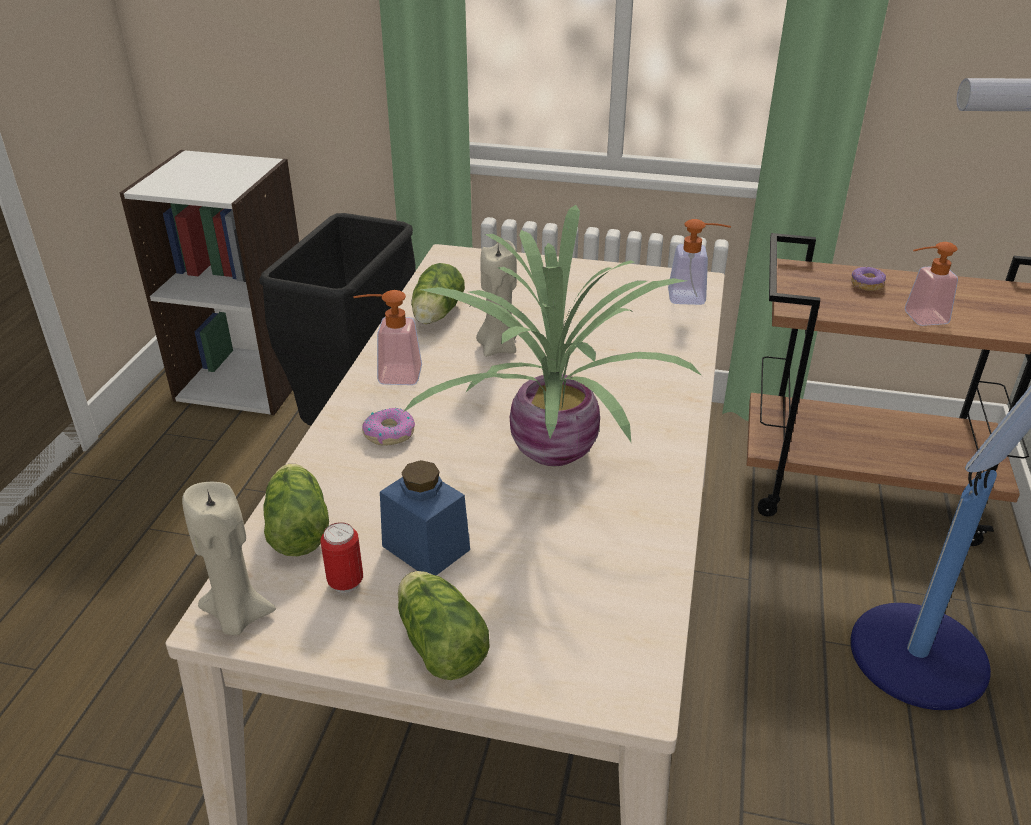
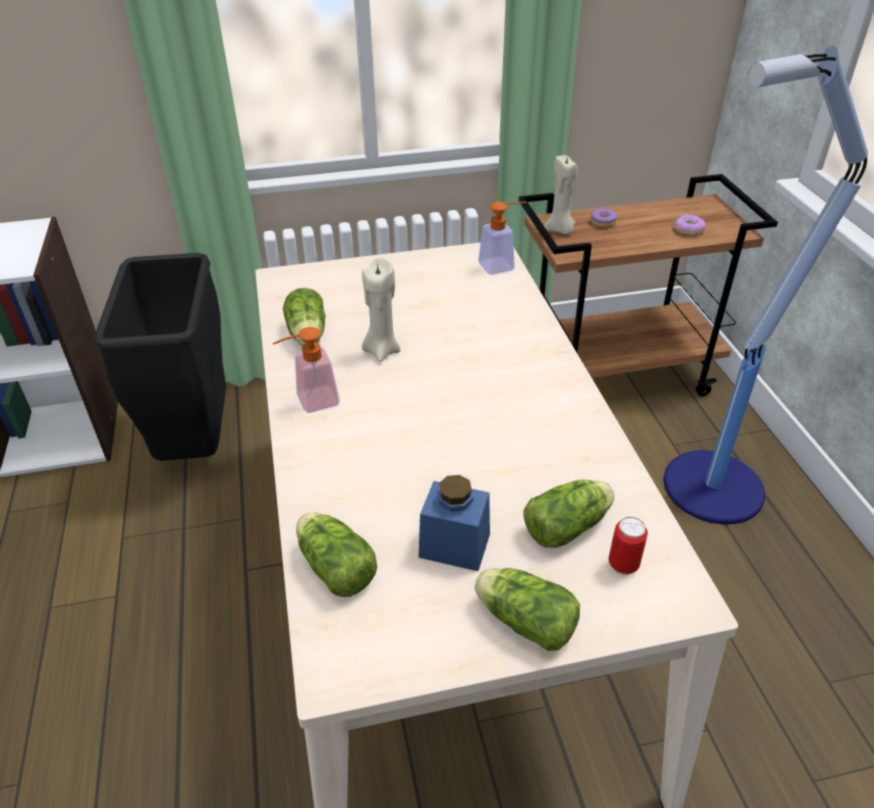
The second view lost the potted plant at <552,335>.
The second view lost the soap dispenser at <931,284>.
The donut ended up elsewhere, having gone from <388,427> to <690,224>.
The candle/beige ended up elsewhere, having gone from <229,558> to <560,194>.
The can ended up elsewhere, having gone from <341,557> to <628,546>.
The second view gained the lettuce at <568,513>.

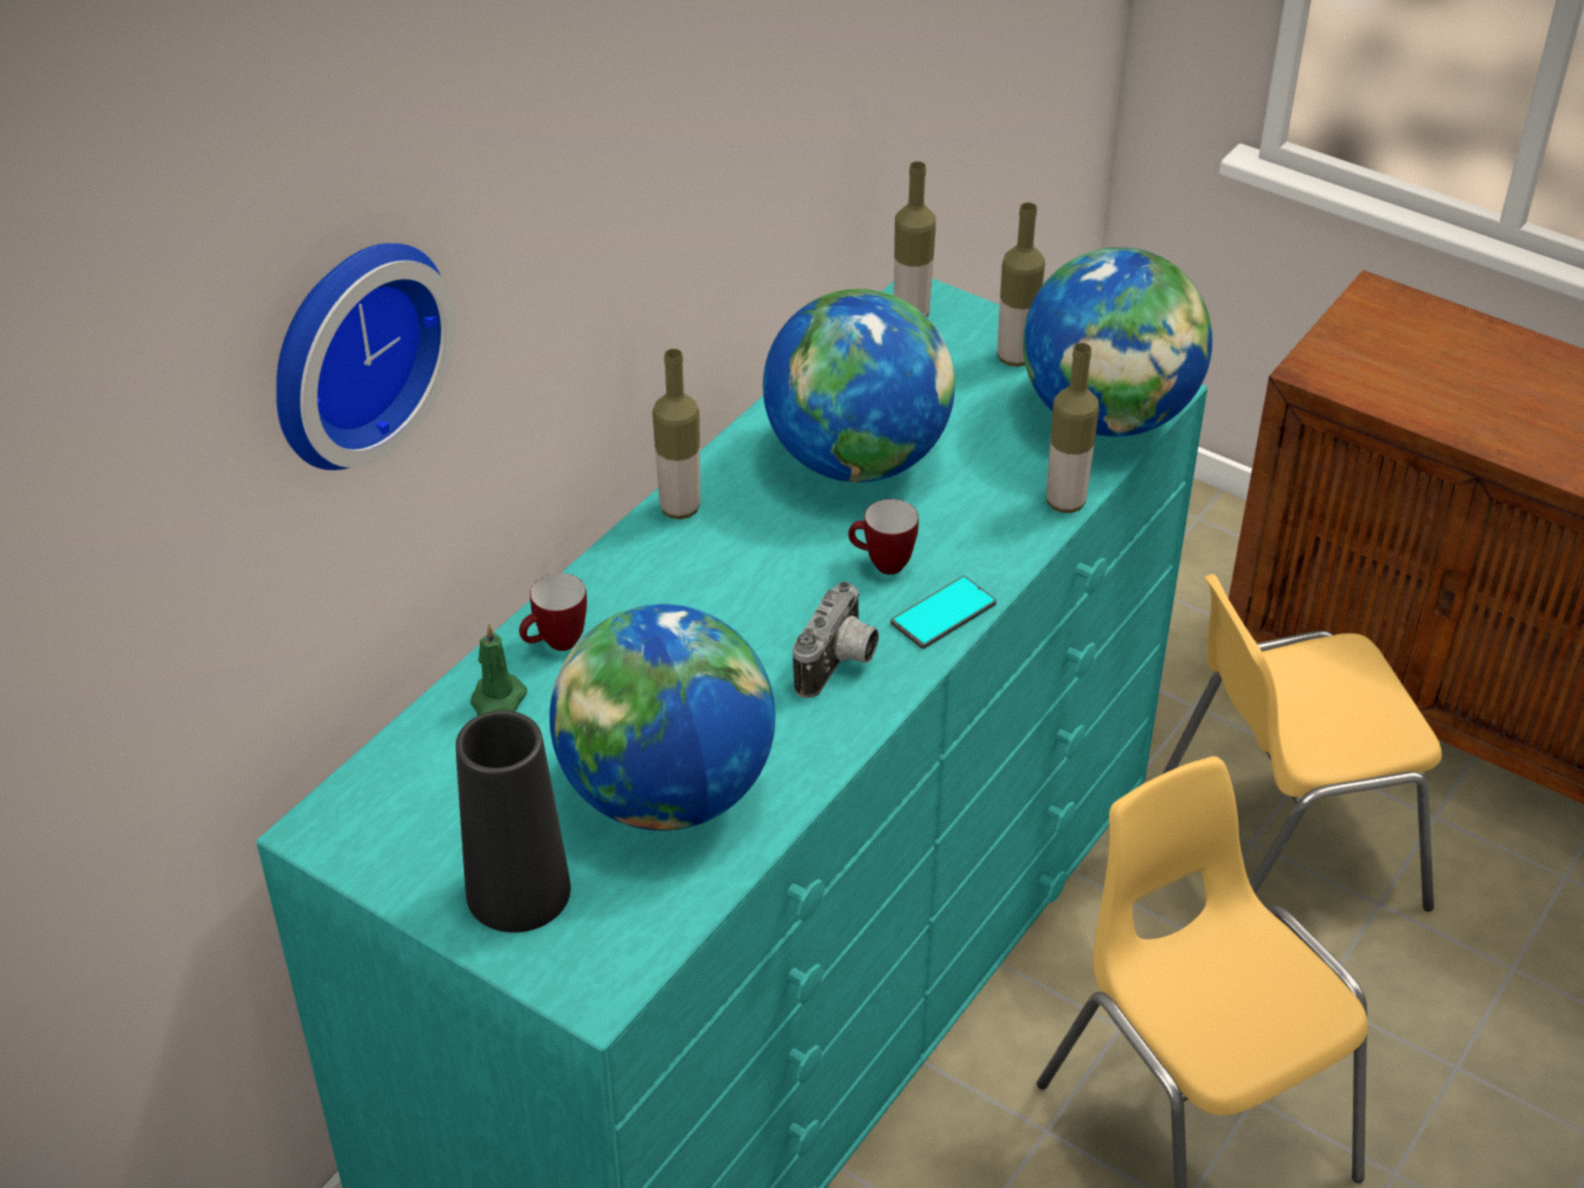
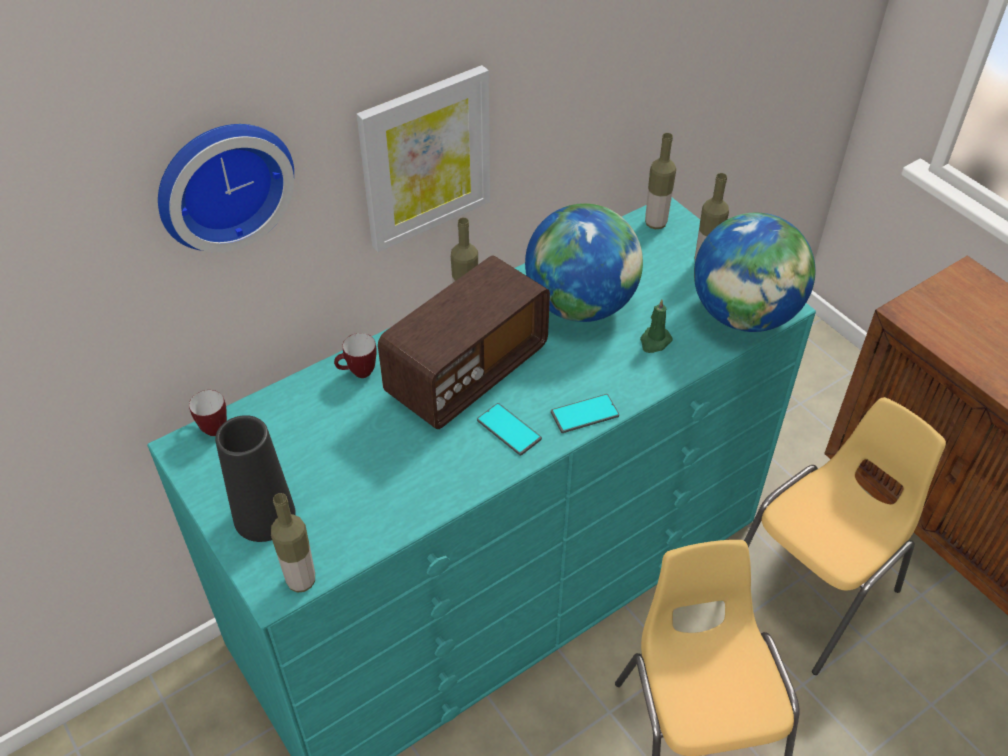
The bottle ended up elsewhere, having gone from <1072,428> to <293,543>.
The mug ended up elsewhere, having gone from <883,537> to <208,413>.
The chair/yellow at <1302,743> ended up facing another way, 135 degrees clockwise from before.
Where the photo camera stood at <836,640>, the phone came to stand at <509,429>.
The second view lost the globe at <662,717>.
The candle/green ended up elsewhere, having gone from <498,670> to <656,326>.
The second view gained the picture at <423,158>.
The second view gained the radio at <464,342>.

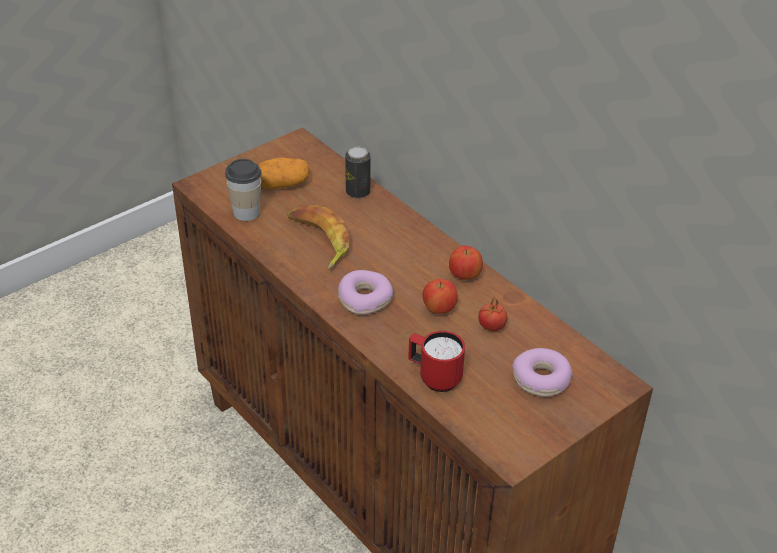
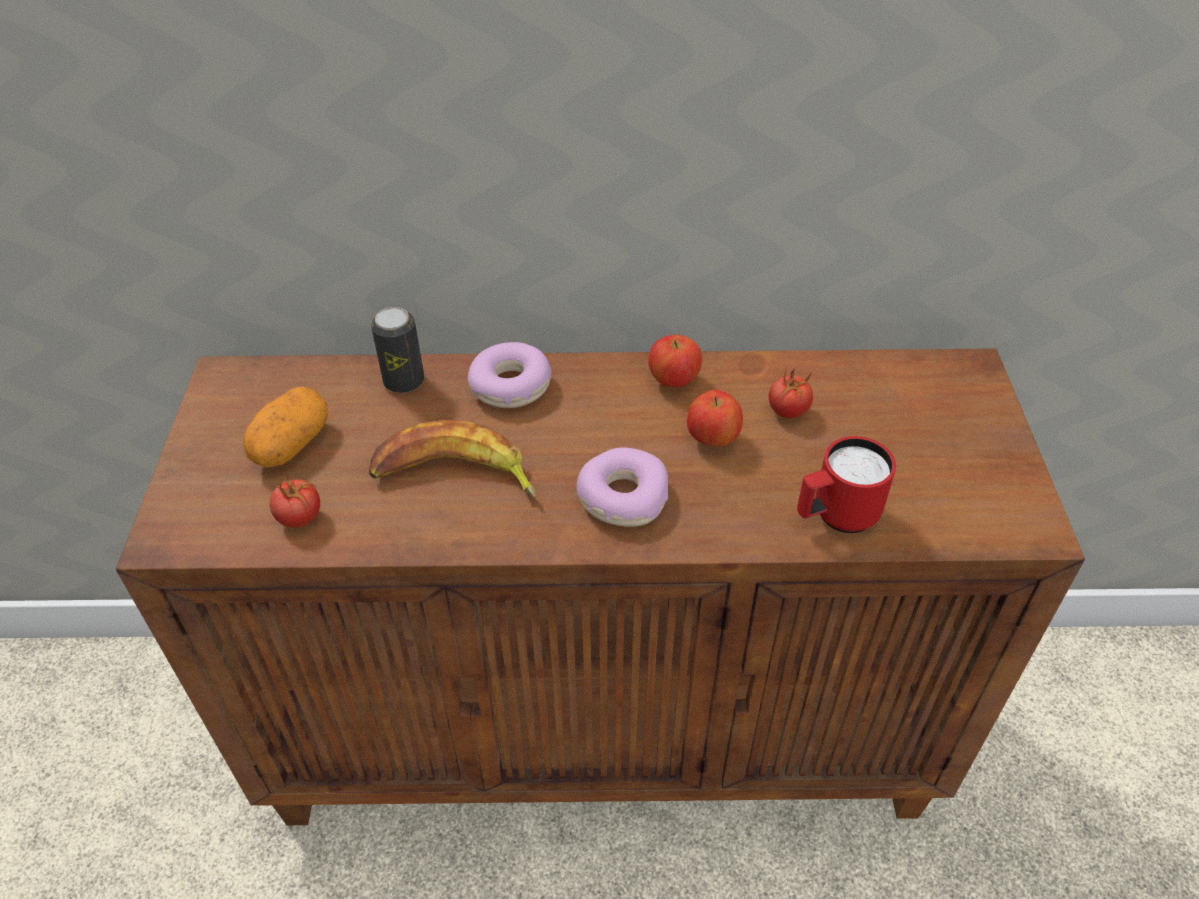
Where the cup stood at <243,190>, the tomato came to stand at <295,498>.
The donut ended up elsewhere, having gone from <542,372> to <510,375>.

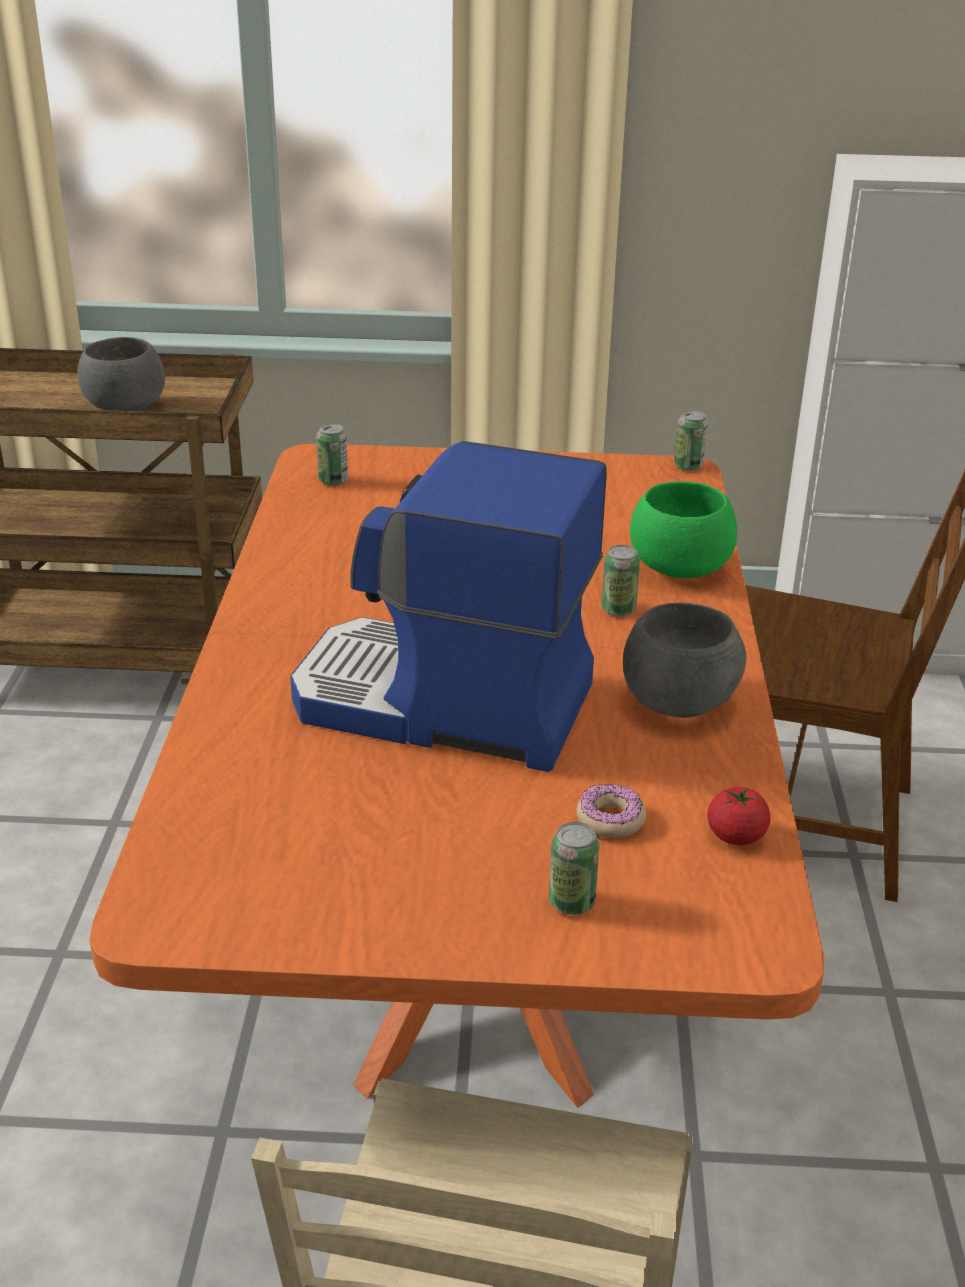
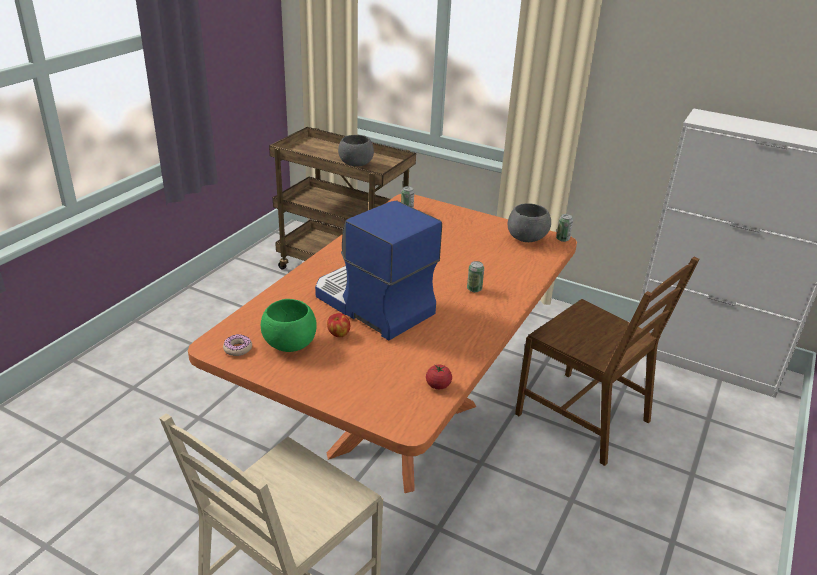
The bowl/green ended up elsewhere, having gone from <683,529> to <289,325>.
The bowl/grey ended up elsewhere, having gone from <685,660> to <529,222>.
The donut ended up elsewhere, having gone from <611,811> to <237,345>.
The second view lost the can at <574,868>.
The second view gained the apple at <338,325>.

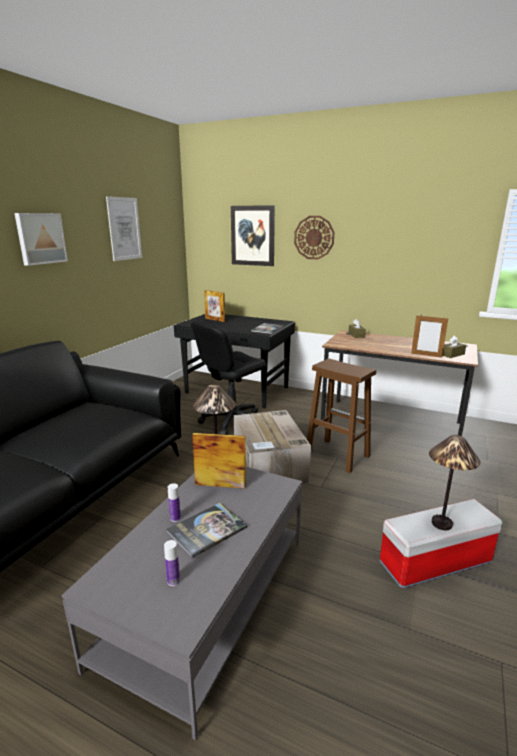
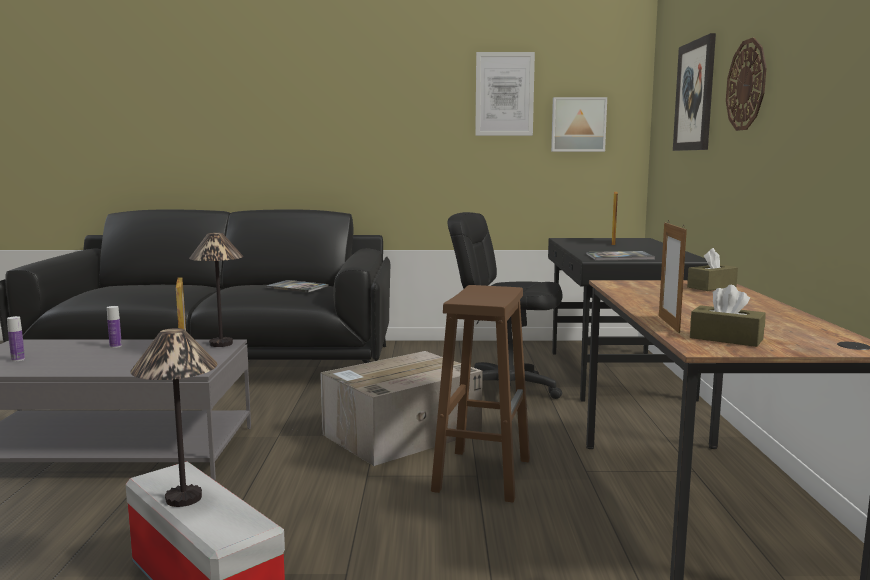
The picture ended up elsewhere, having gone from <41,239> to <579,124>.
The book ended up elsewhere, having gone from <207,530> to <297,286>.

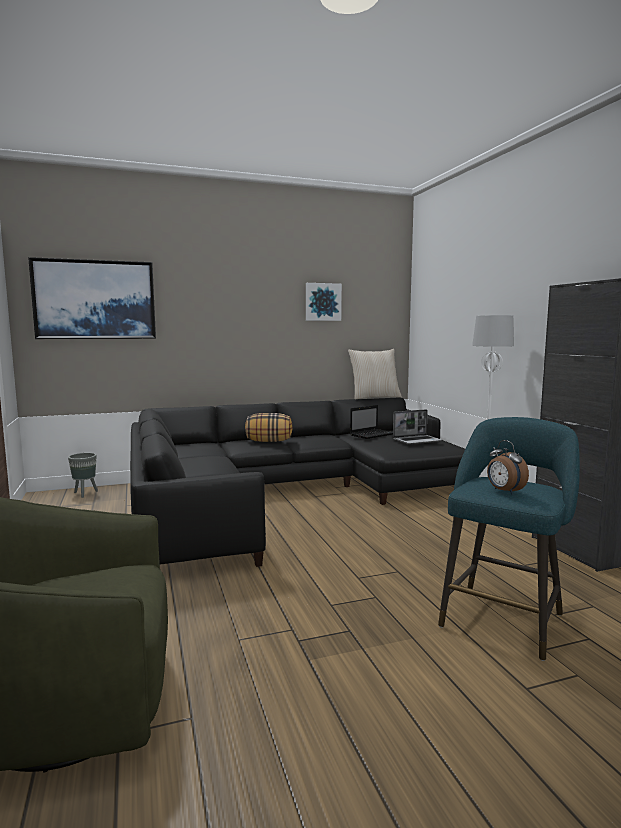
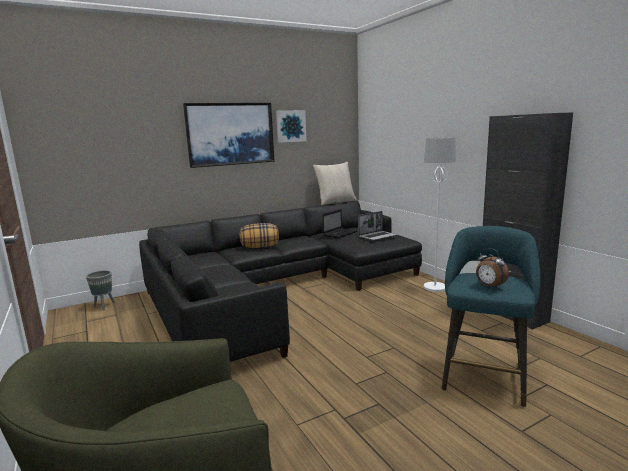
The picture ended up elsewhere, having gone from <92,298> to <229,135>.

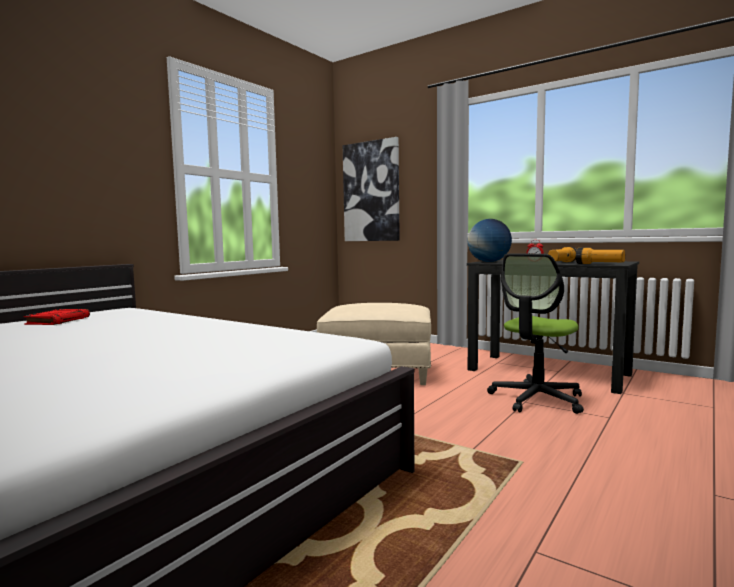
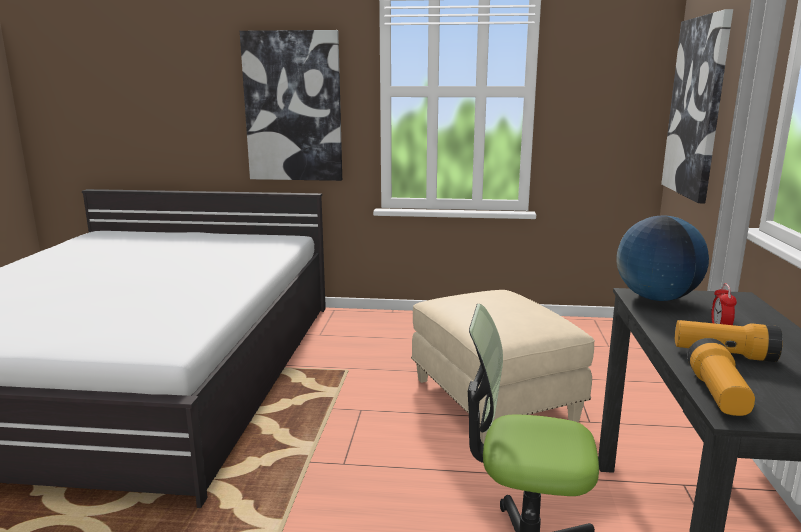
The second view lost the book/red at <57,317>.
The second view gained the picture at <291,105>.

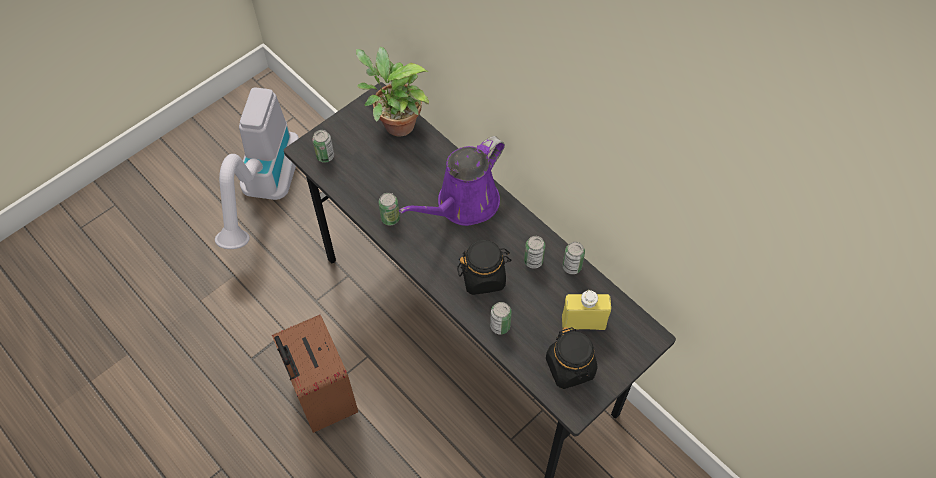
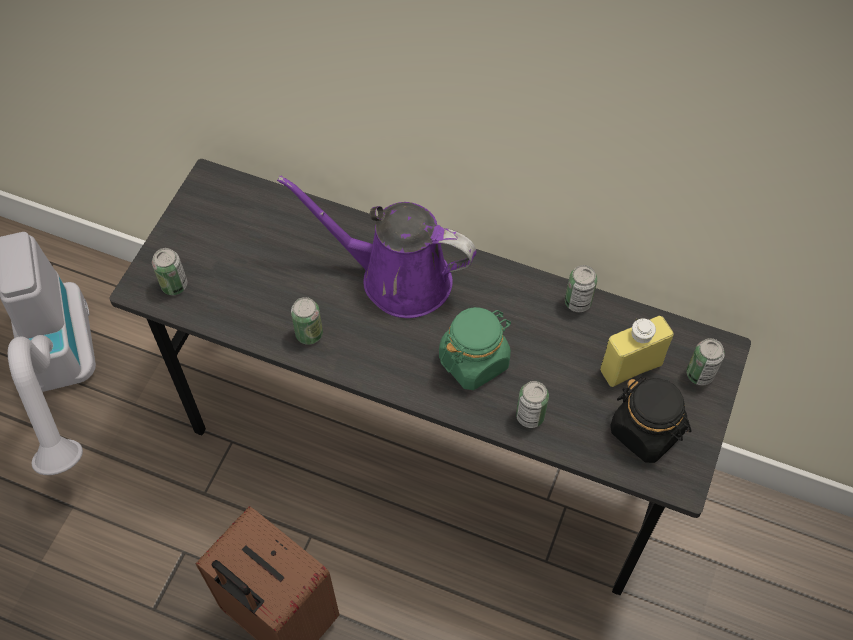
The second view lost the potted plant at <392,91>.
The watering can/purple at <452,181> ended up facing another way, 90 degrees clockwise from before.
The can ended up elsewhere, having gone from <534,252> to <705,362>.
What was the jar/black at <484,267> turned into the jar/green at <475,348>.

